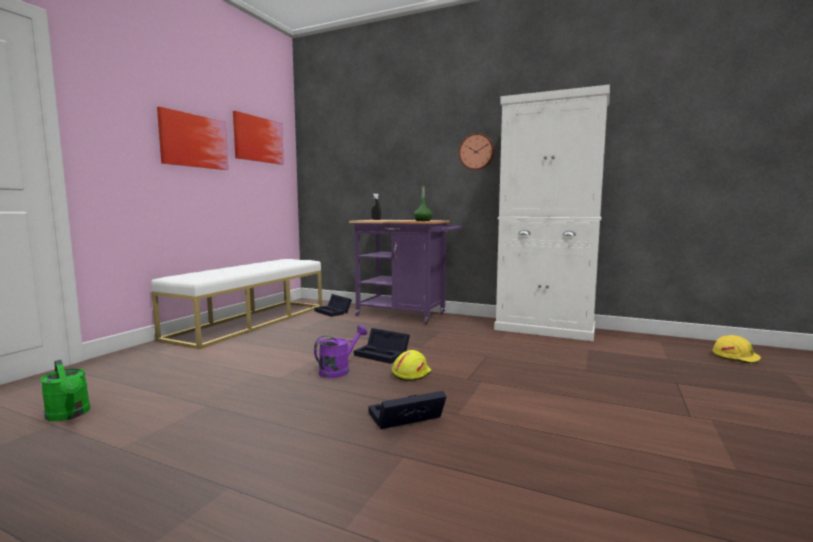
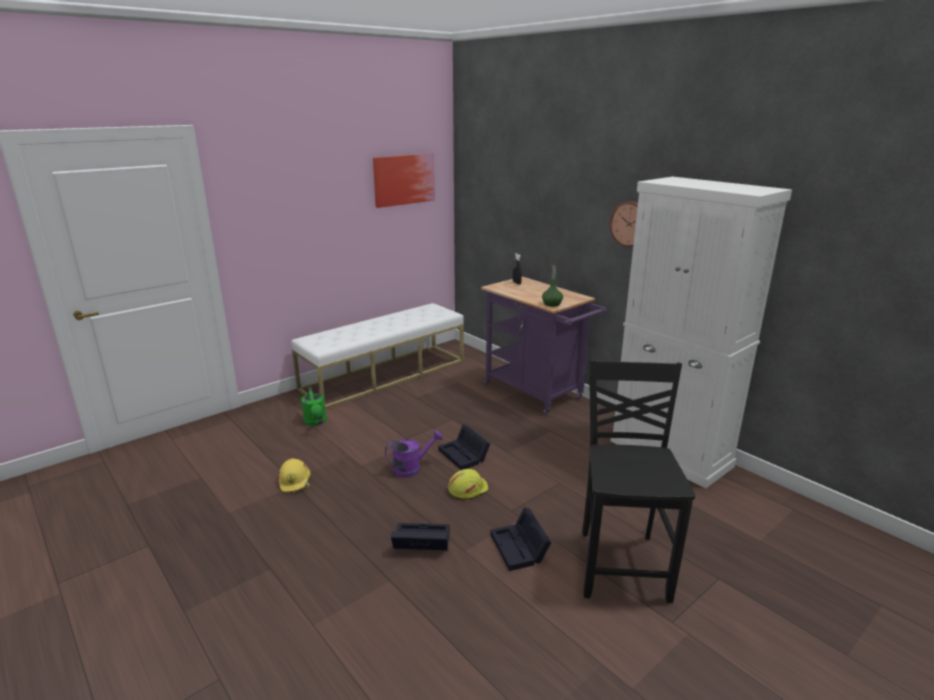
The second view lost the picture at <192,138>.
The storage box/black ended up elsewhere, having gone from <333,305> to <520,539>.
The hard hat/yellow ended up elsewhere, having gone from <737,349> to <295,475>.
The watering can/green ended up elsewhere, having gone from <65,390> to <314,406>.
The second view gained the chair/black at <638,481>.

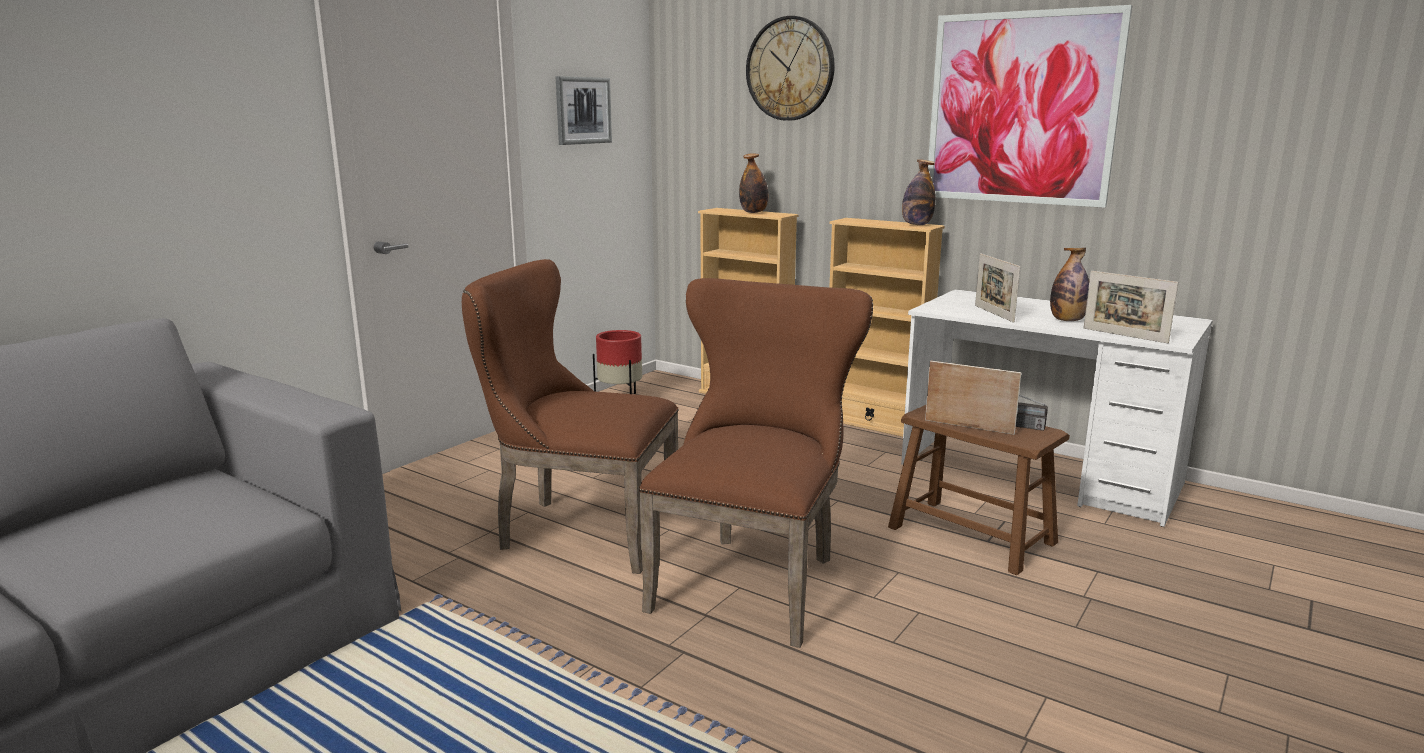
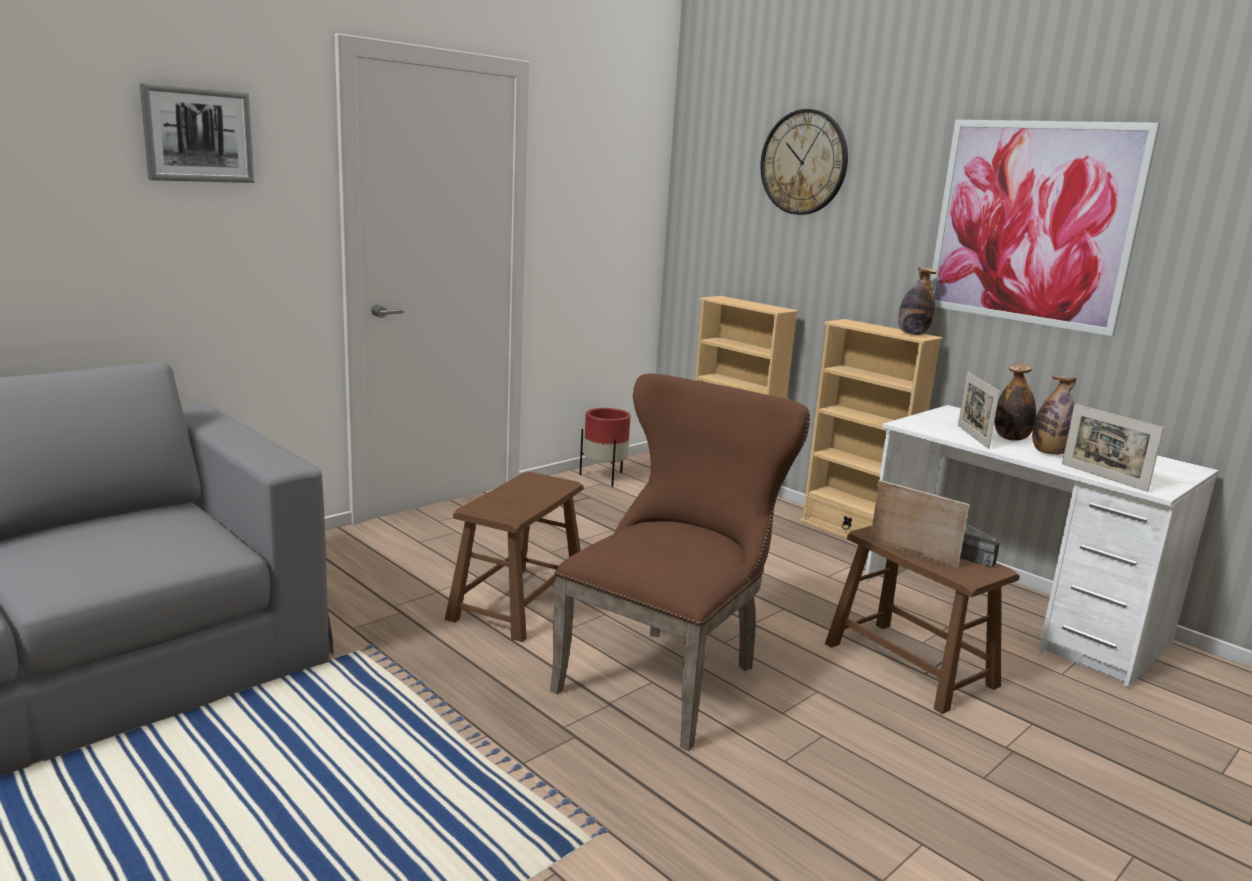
The picture ended up elsewhere, having gone from <584,110> to <197,133>.
The bottle ended up elsewhere, having gone from <753,183> to <1015,402>.
Where the chair/brown stood at <570,416>, the stool/brown came to stand at <514,557>.

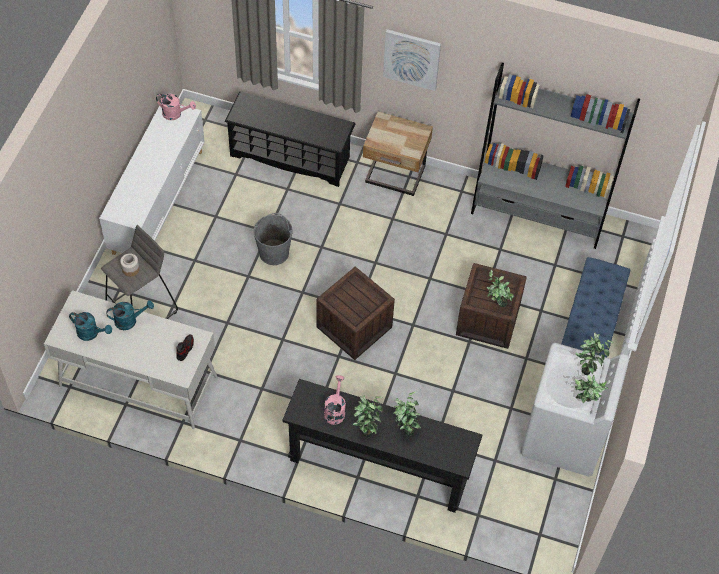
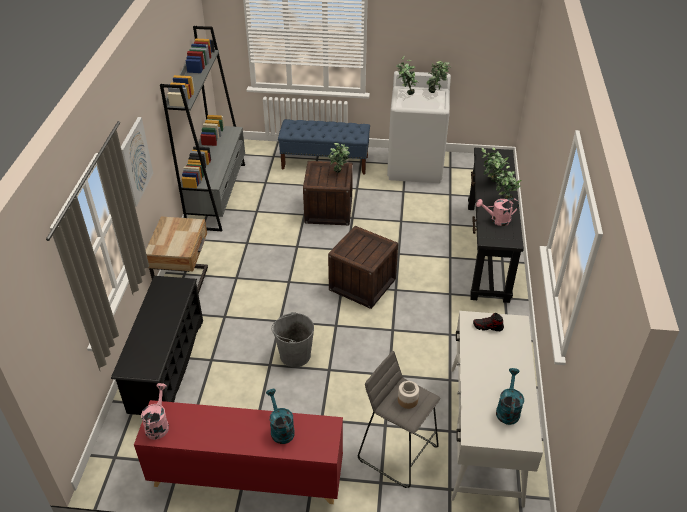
What was the cabinet/white at <152,179> turned into the cabinet/red at <238,452>.
The watering can/turquoise ended up elsewhere, having gone from <130,315> to <280,416>.

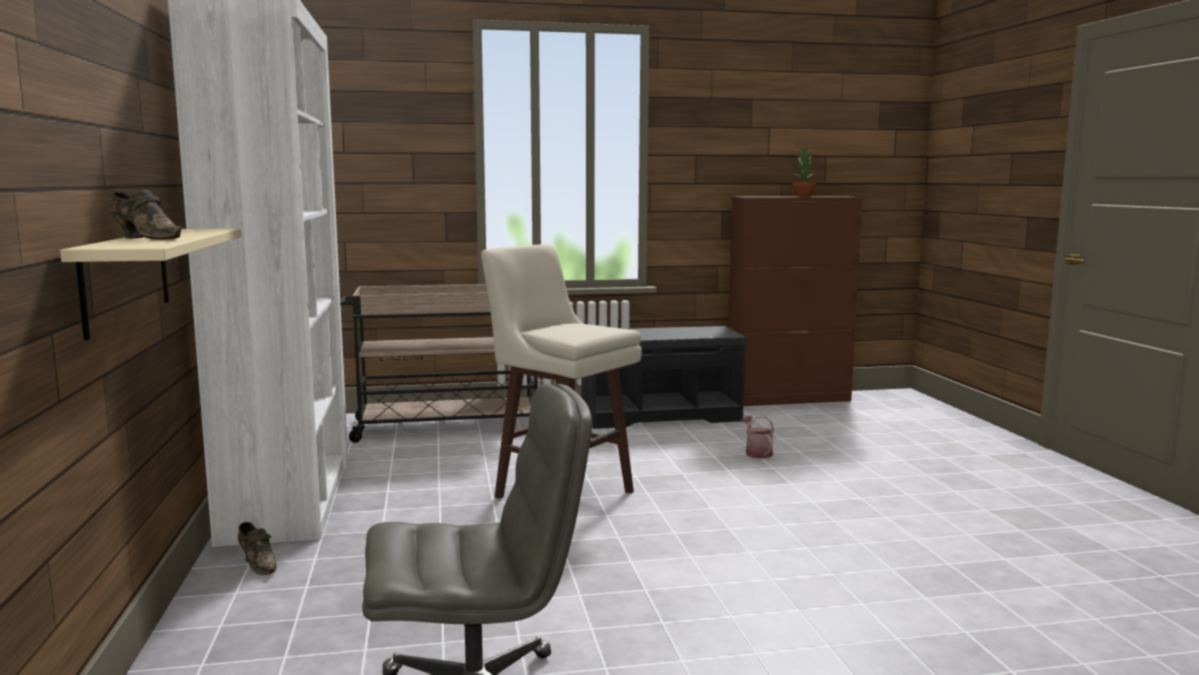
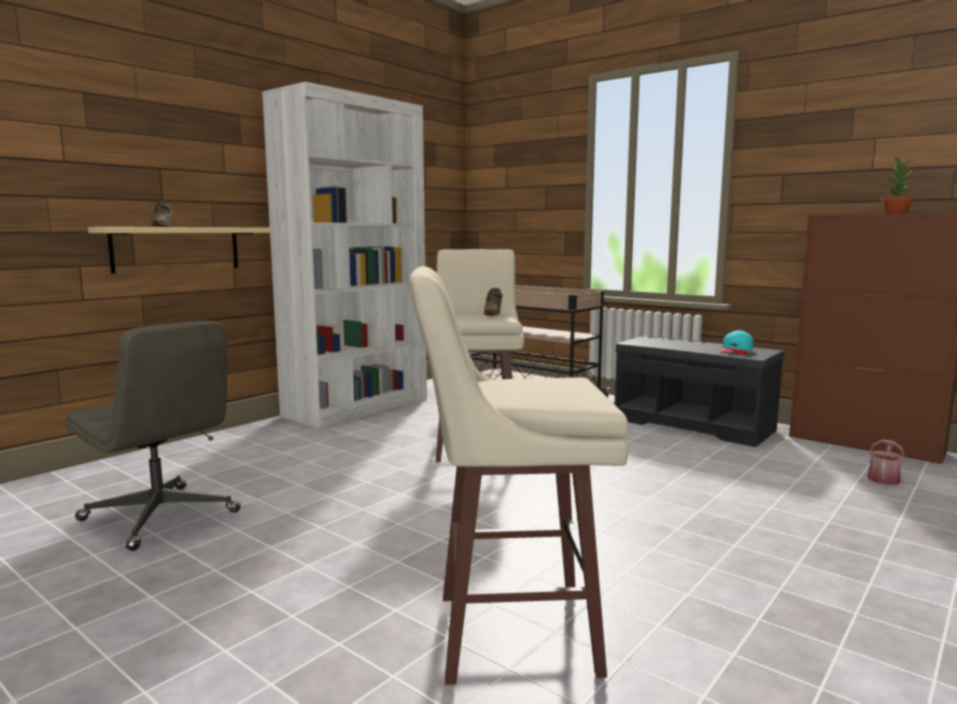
The watering can ended up elsewhere, having gone from <757,437> to <886,462>.
The shoe/brown ended up elsewhere, having gone from <257,548> to <493,302>.
The second view gained the stool/beige at <519,475>.
The second view gained the cap/turquoise at <736,342>.

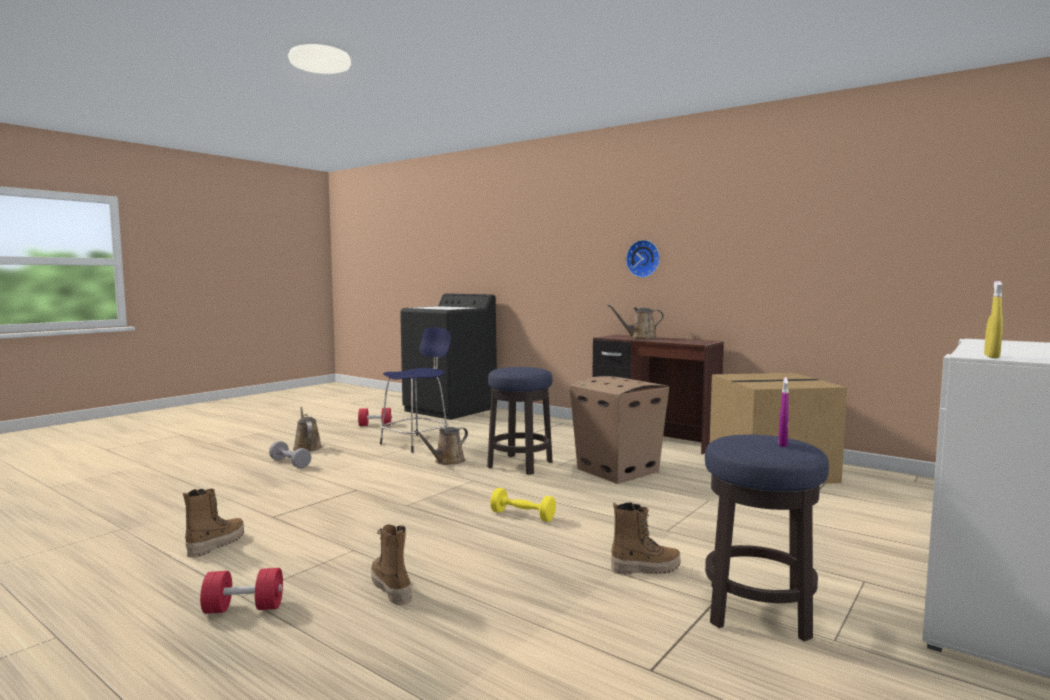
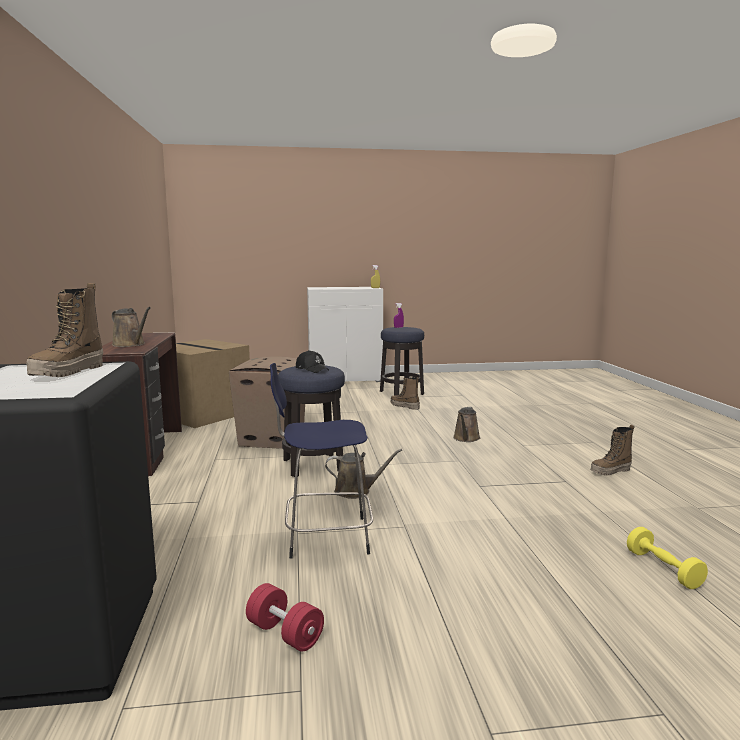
The second view lost the wall clock at <643,259>.
The watering can/brown ended up elsewhere, having gone from <307,429> to <466,424>.
The second view lost the dumbbell/grey at <290,454>.
The dumbbell/yellow ended up elsewhere, having gone from <523,505> to <667,558>.
The boot ended up elsewhere, having gone from <391,565> to <64,330>.
The second view lost the dumbbell/red at <241,591>.
The second view gained the cap/black at <312,361>.

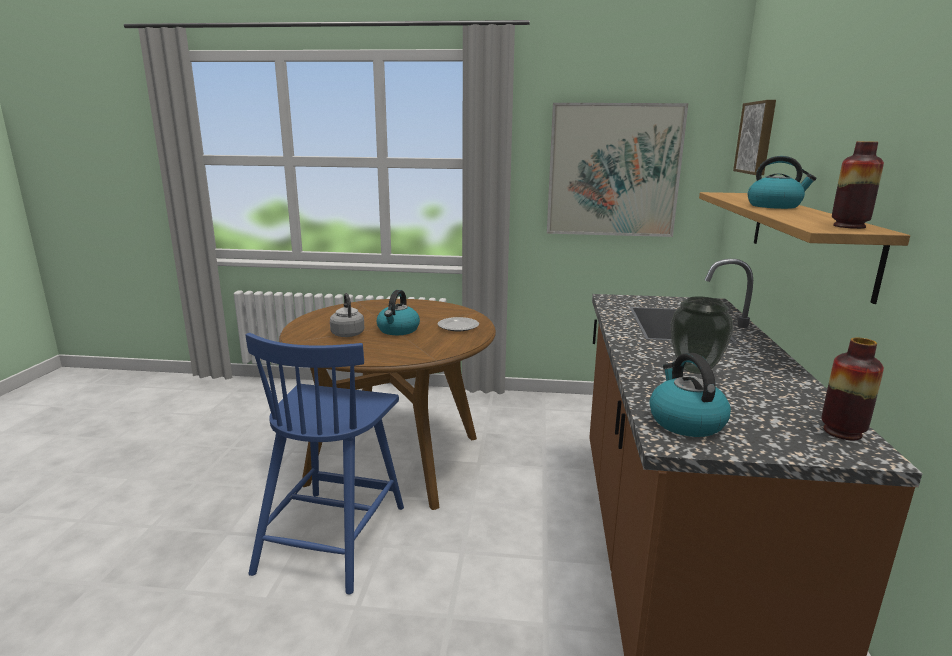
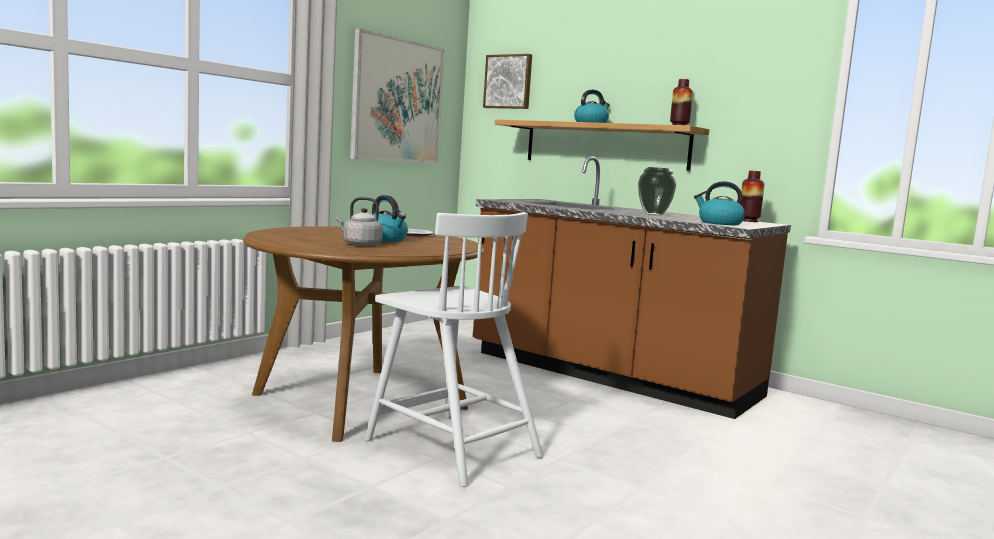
What was the chair/blue at <325,464> turned into the chair/white at <454,349>.

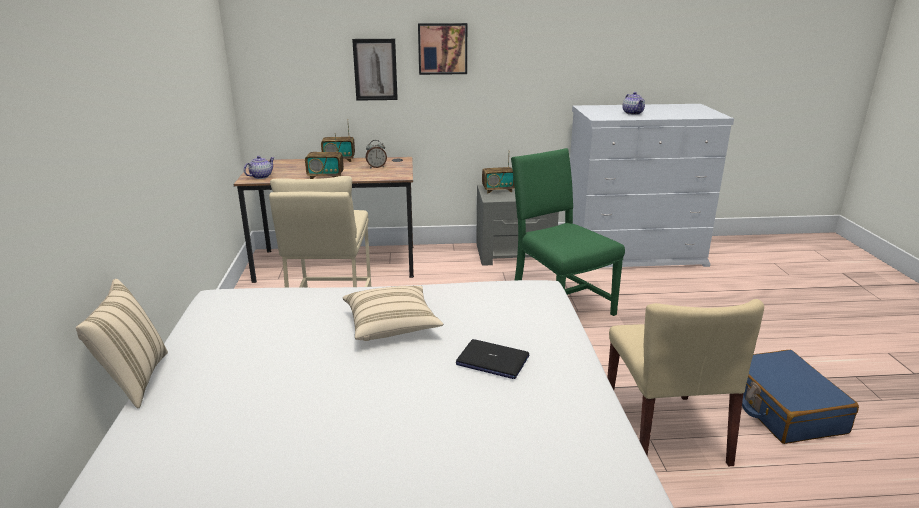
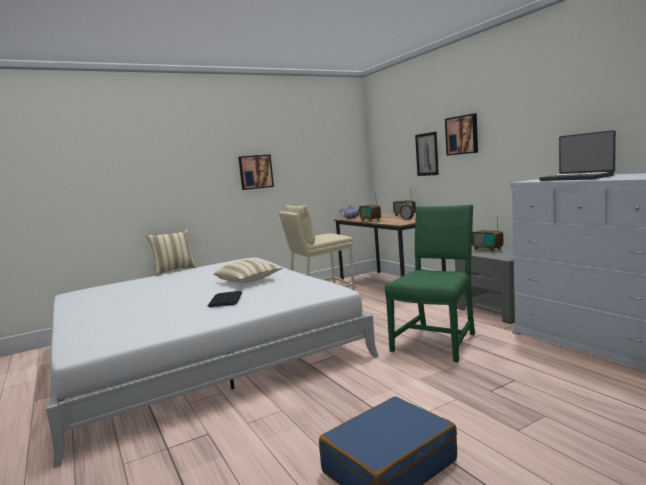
Where the teapot stood at <634,103>, the laptop came to stand at <577,155>.
The second view lost the chair/beige at <685,382>.
The second view gained the picture at <256,172>.

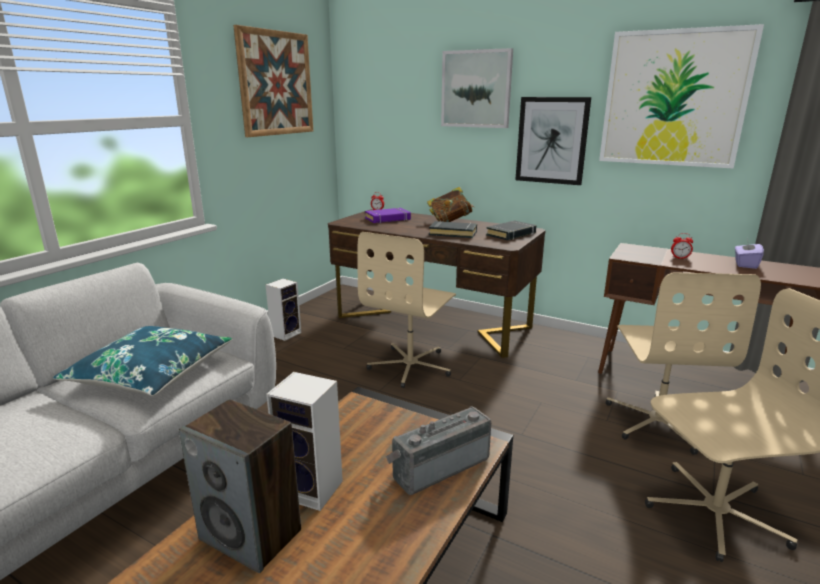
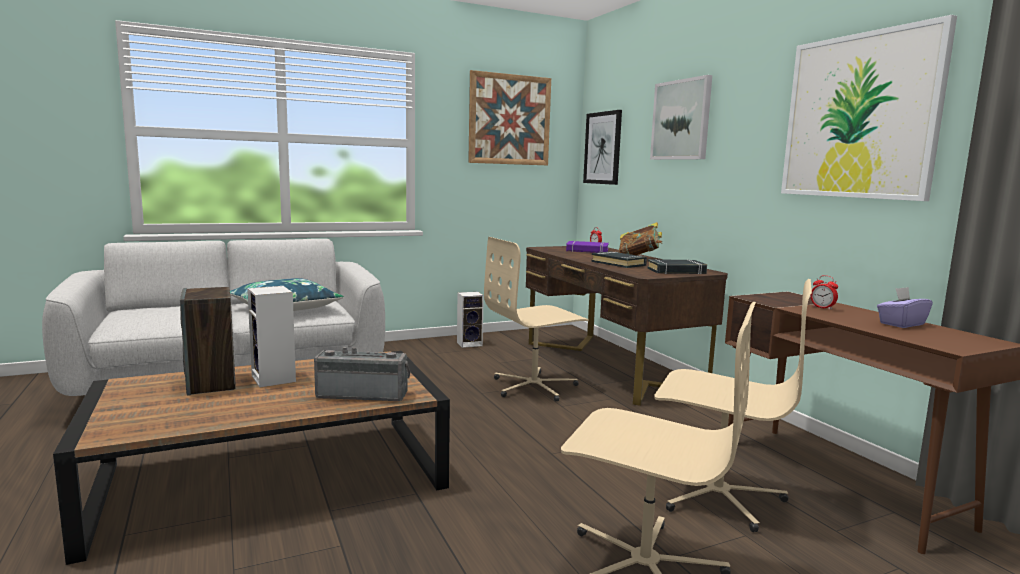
The picture ended up elsewhere, having gone from <553,141> to <602,147>.
The office chair/beige at <683,363> ended up facing another way, 105 degrees counterclockwise from before.

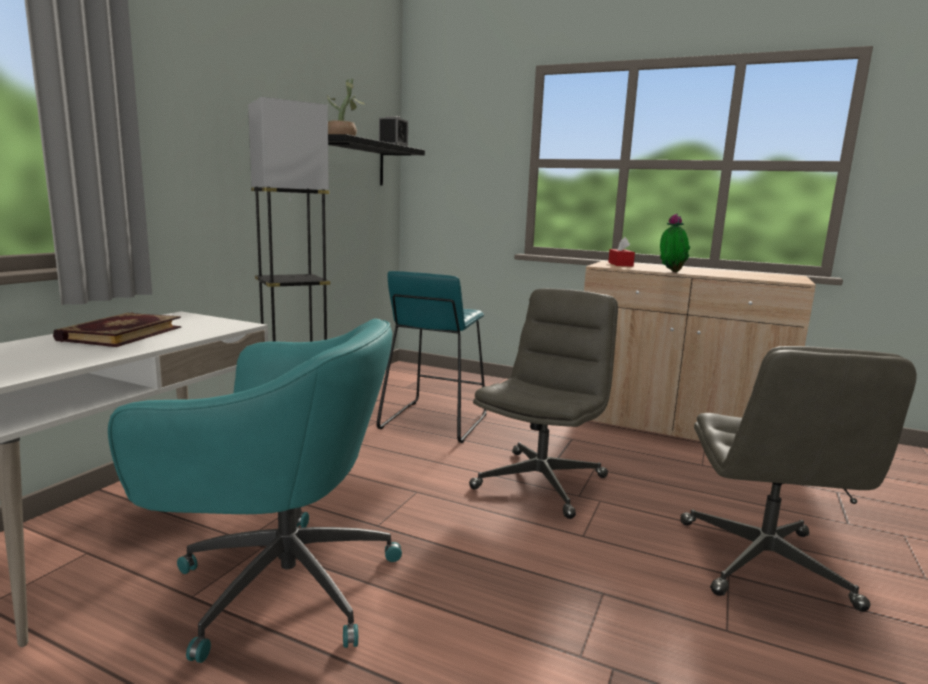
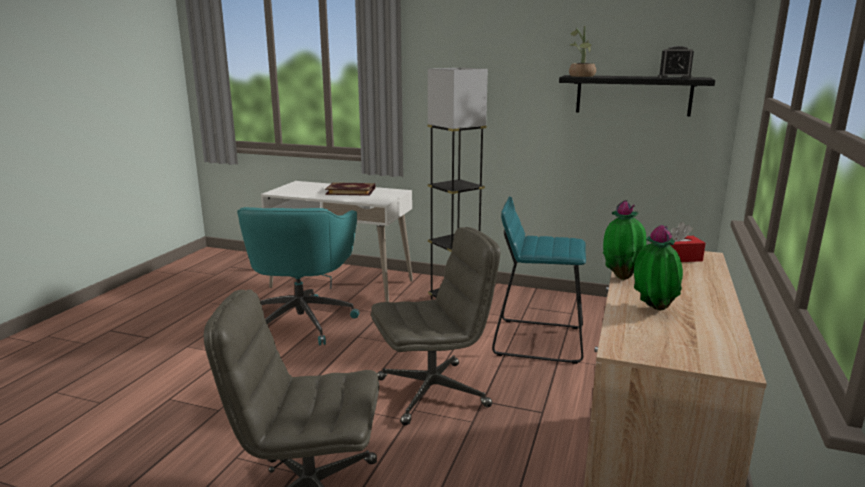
The office chair/grey at <543,403> ended up facing another way, 45 degrees counterclockwise from before.
The second view gained the potted plant at <658,268>.

